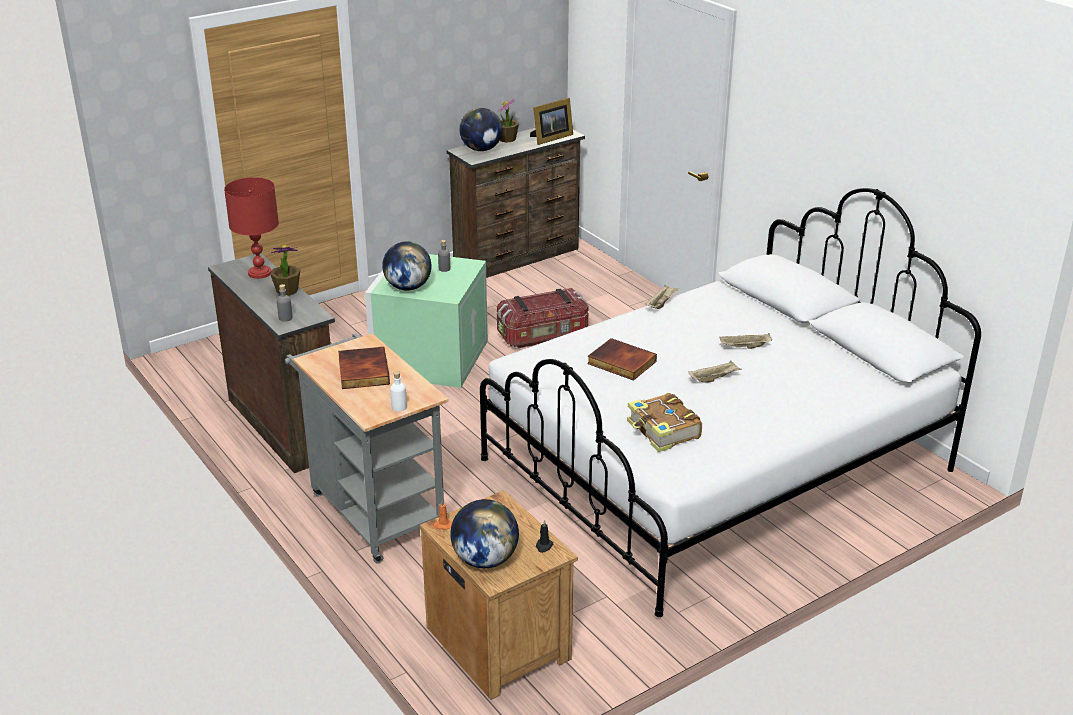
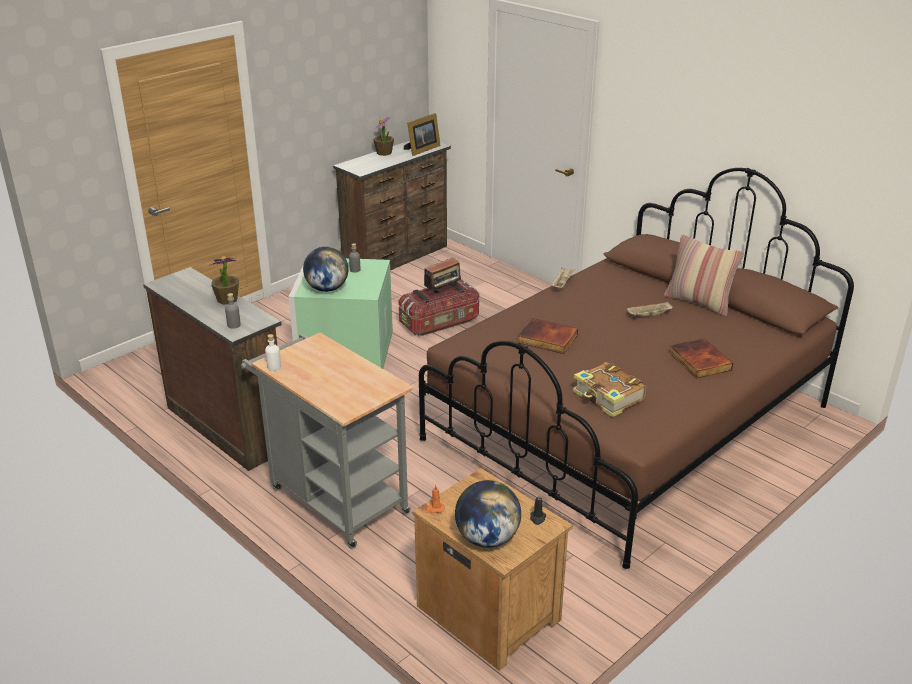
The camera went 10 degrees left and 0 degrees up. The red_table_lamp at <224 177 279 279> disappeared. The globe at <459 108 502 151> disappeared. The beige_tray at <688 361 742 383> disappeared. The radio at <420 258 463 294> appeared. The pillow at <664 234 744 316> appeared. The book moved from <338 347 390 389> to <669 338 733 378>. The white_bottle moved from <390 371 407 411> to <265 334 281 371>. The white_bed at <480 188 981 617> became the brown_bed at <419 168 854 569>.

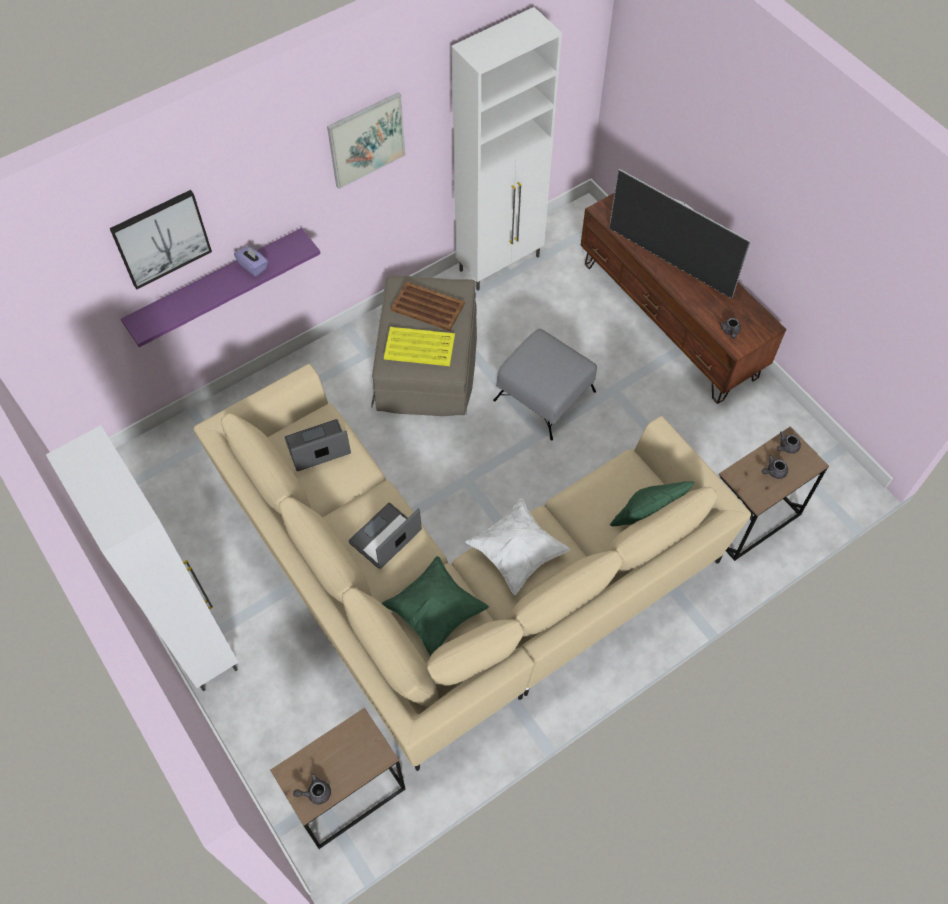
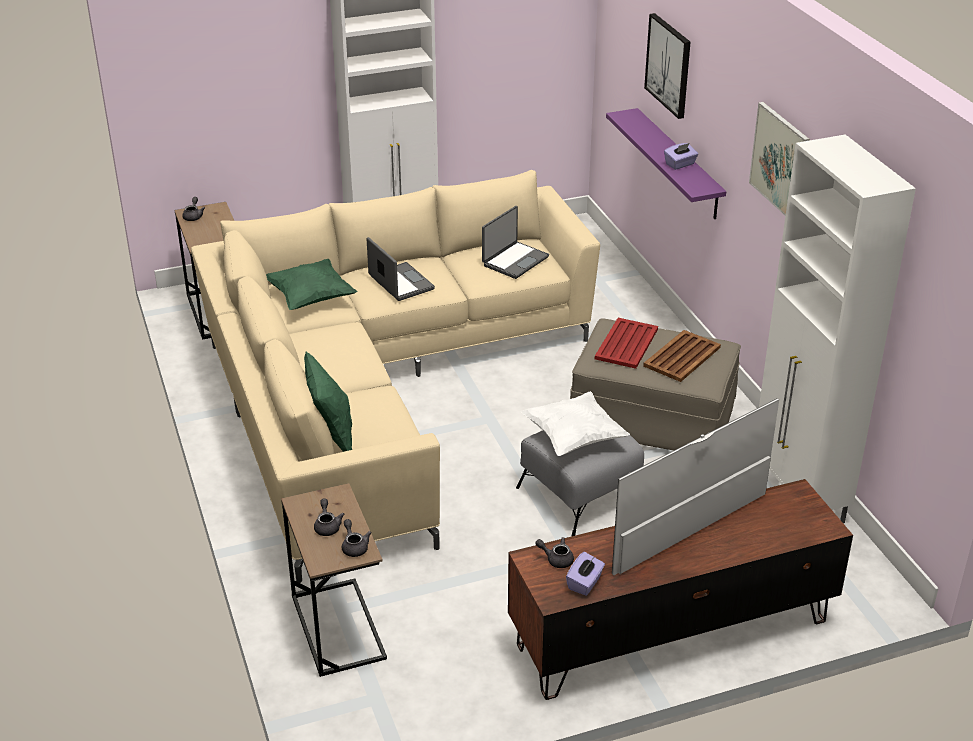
The camera went 105 degrees right and 25 degrees down. The purple_tissue_box at <566 552 605 596> appeared. The white_pillow moved from <466 499 570 595> to <520 391 630 456>. The yellow_tray at <384 327 455 366> became the red_tray at <595 318 658 369>. The laptop at <284 419 351 471> turned 45 degrees clockwise.

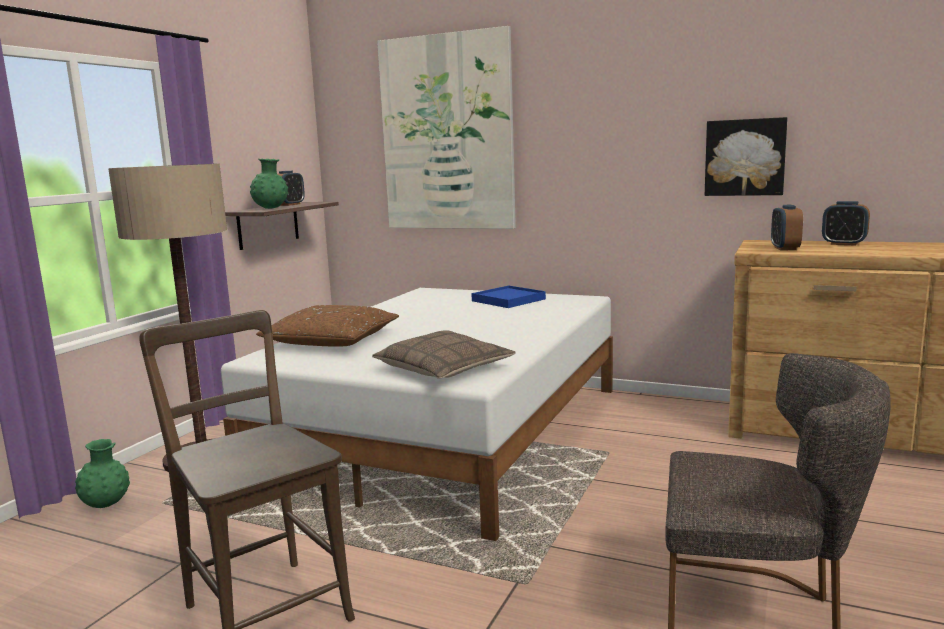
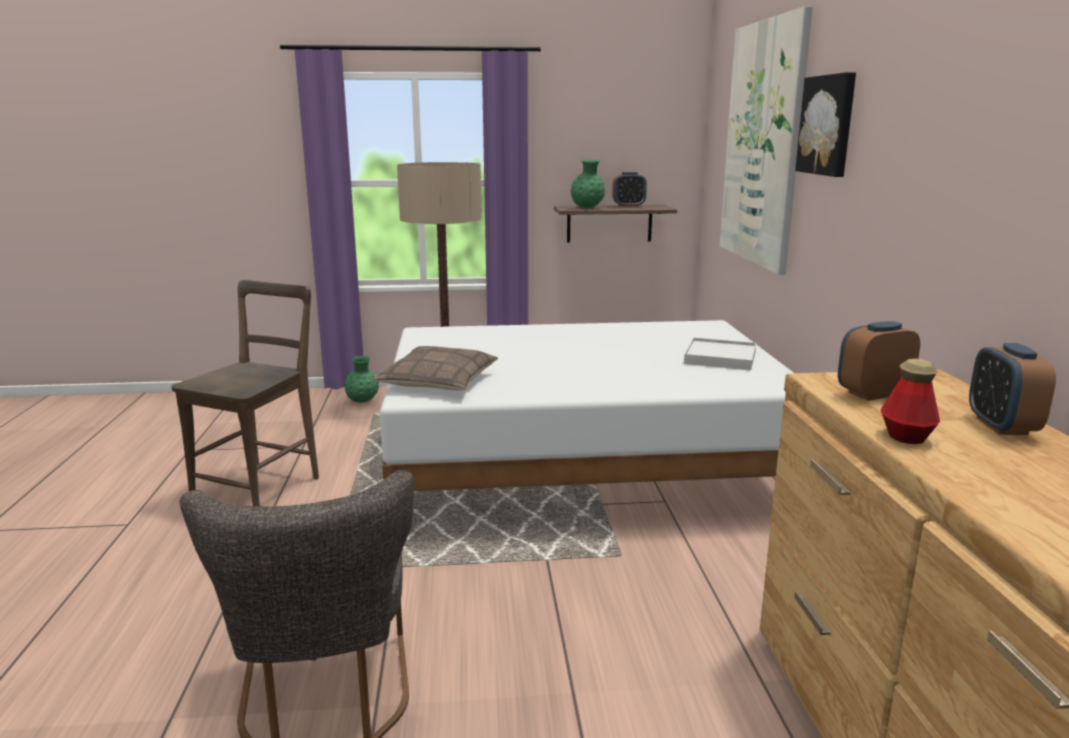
The camera went 60 degrees right and 5 degrees up. The brown_pillow at <256 305 399 347> disappeared. The bottle at <881 359 940 444> appeared. The picture moved from <705 117 787 196> to <795 72 856 177>. The blue_tray at <471 286 546 308> became the white_tray at <684 338 756 370>.

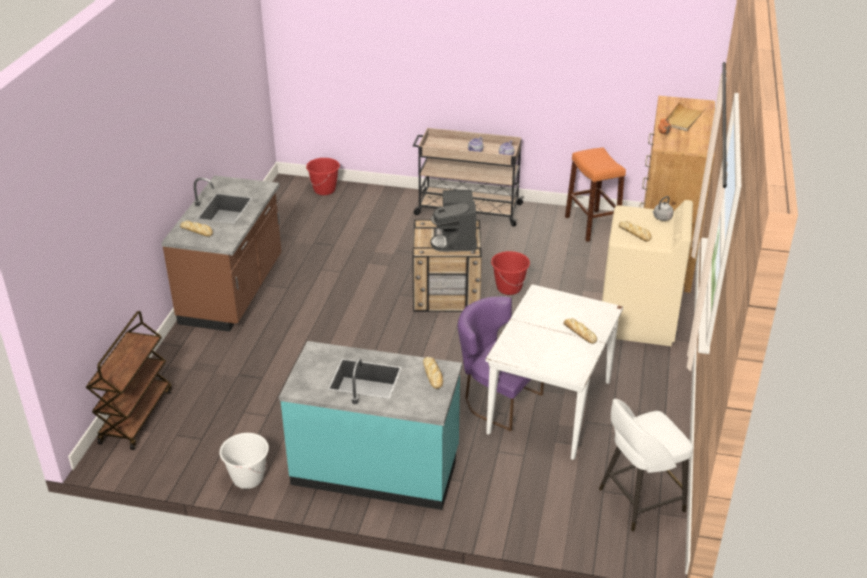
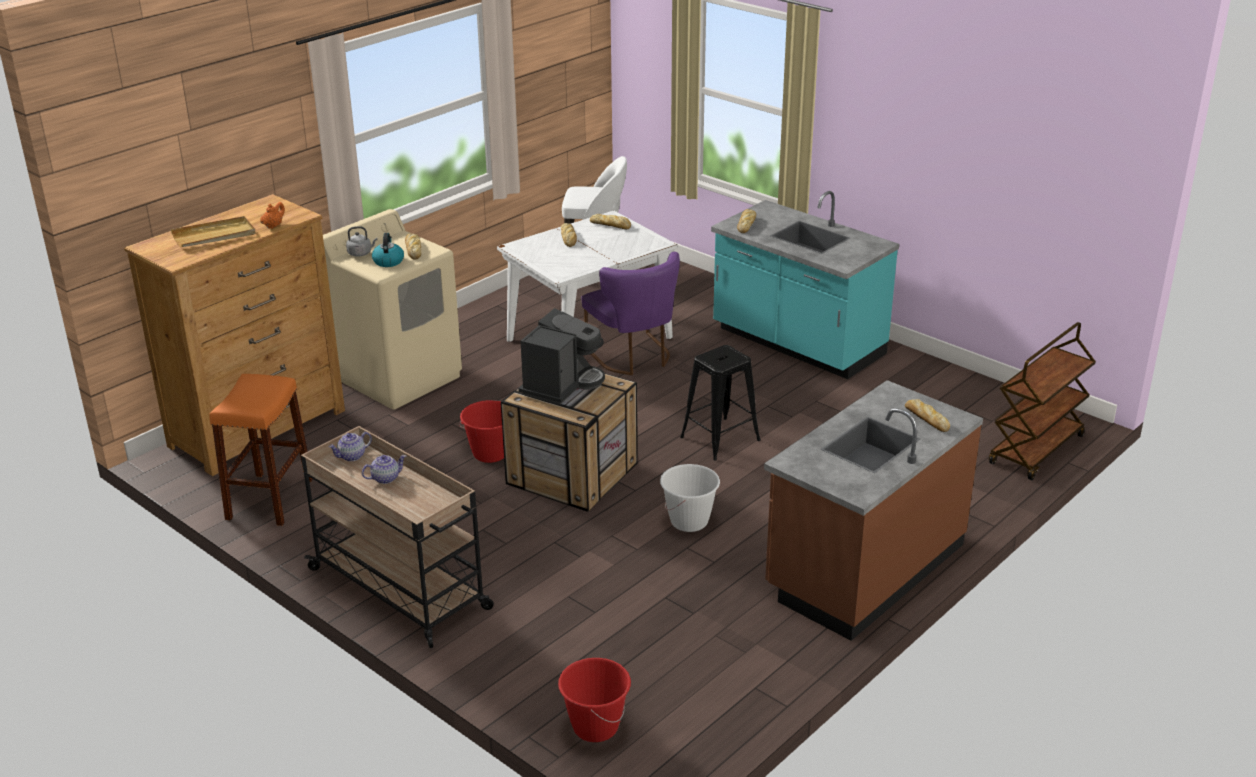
The camera went 150 degrees left and 5 degrees down. The kettle at <372 233 404 267> appeared. The bread at <590 214 631 229> appeared. The black_stool at <680 345 761 460> appeared. The white_bucket moved from <220 433 269 489> to <660 464 720 532>.

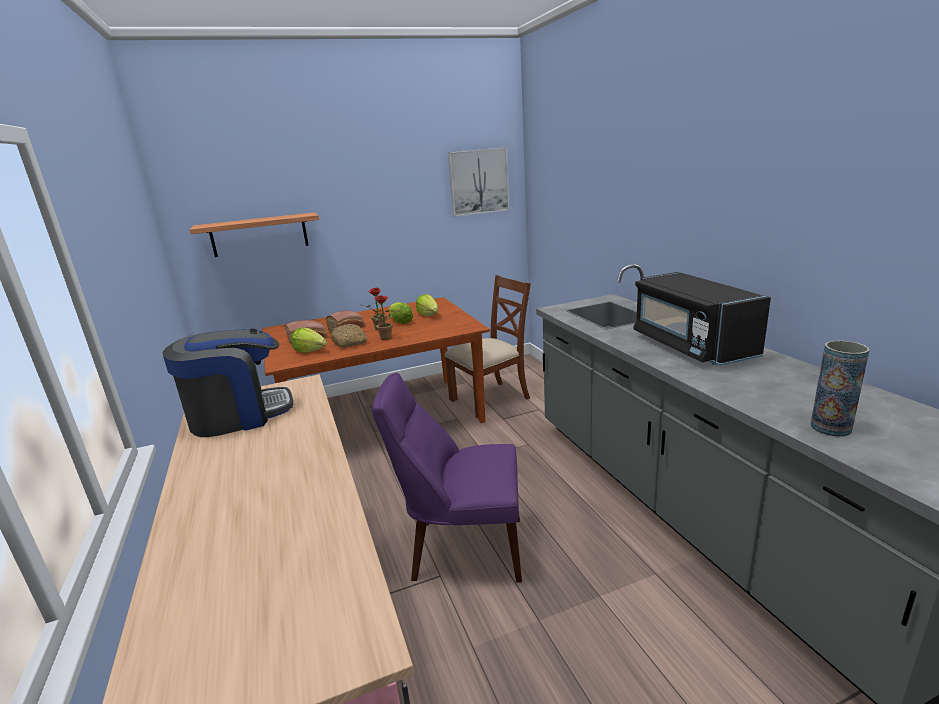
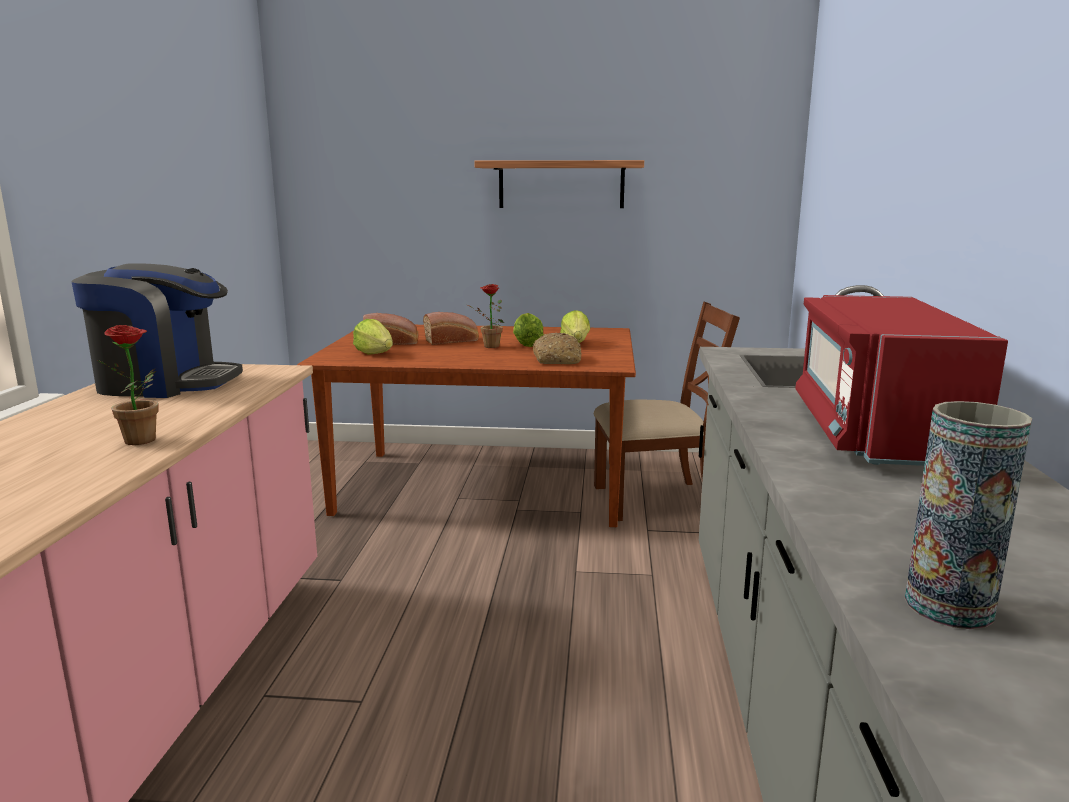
The camera went 25 degrees right and 5 degrees down. The purple_chair at <372 373 522 583> disappeared. The picture at <448 147 510 217> disappeared. The shelf moved from <190 212 319 257> to <474 160 644 208>. The bread moved from <331 324 367 348> to <533 332 582 364>. The potted_plant moved from <373 295 399 340> to <97 325 159 445>. The black_microwave at <633 272 771 366> became the red_microwave at <795 295 1008 466>.

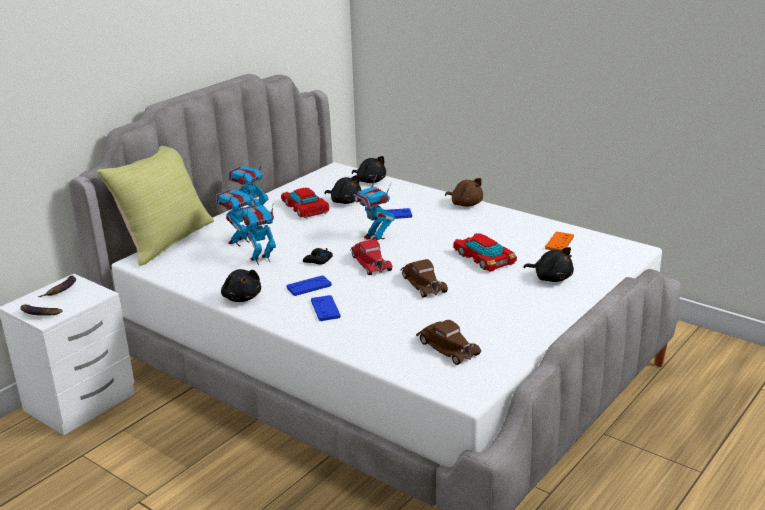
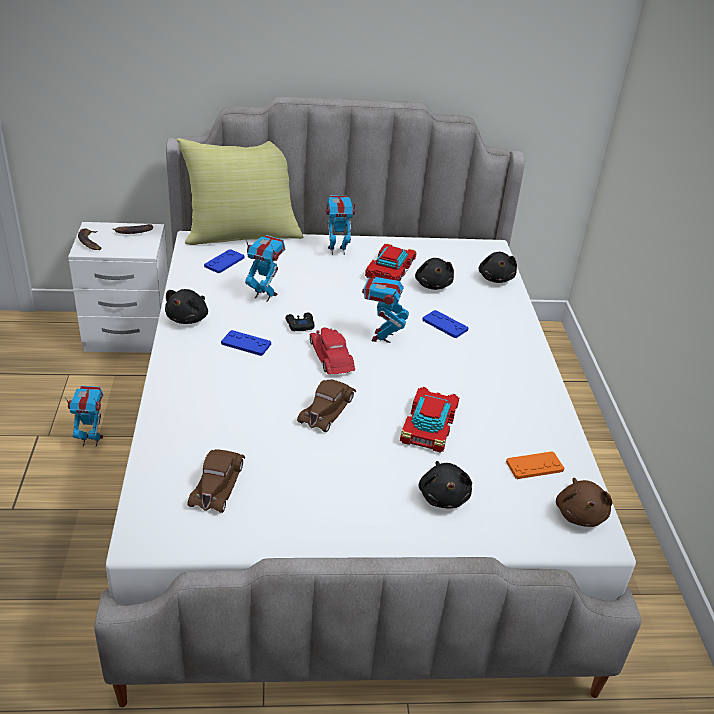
The camera went 45 degrees right and 10 degrees up. The toy_robot moved from <216 185 252 247> to <65 386 104 447>. The blue_game_controller moved from <311 295 341 321> to <204 249 244 273>. The brown_plush_toy moved from <445 178 483 207> to <556 478 612 527>. The red_toy_car at <350 239 393 275> turned 135 degrees clockwise.

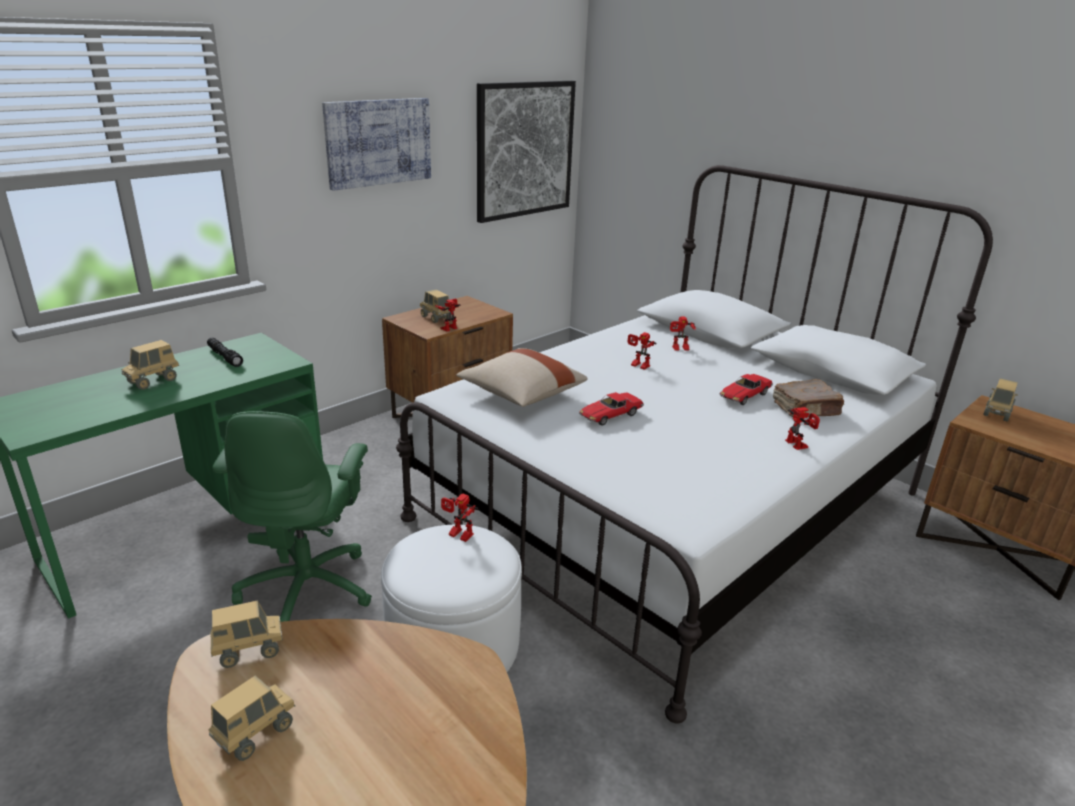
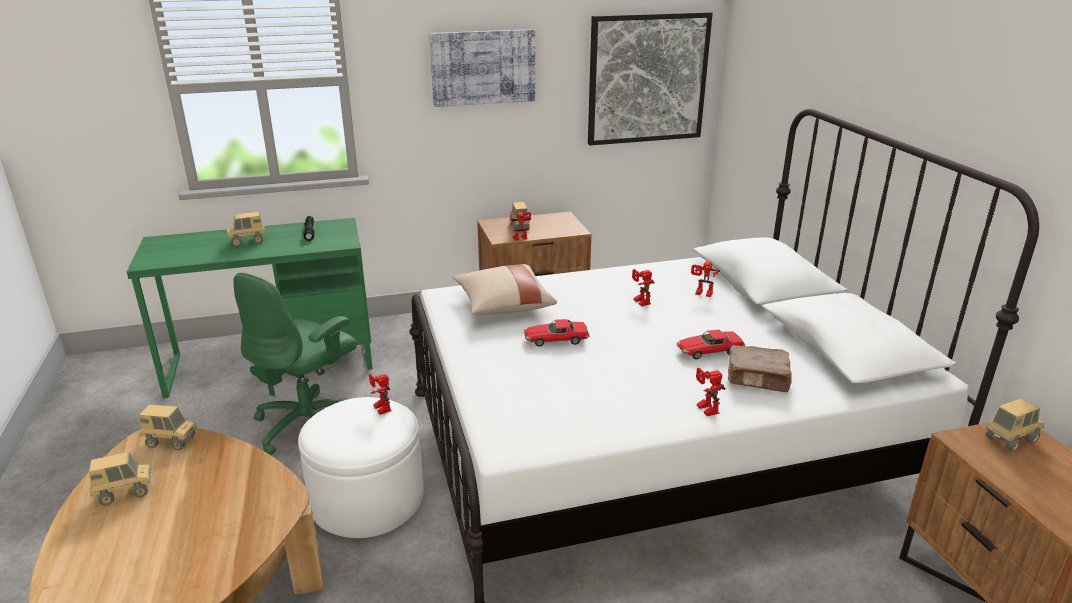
The camera went 30 degrees right and 0 degrees up. The toy_robot at <785 407 820 450> turned 150 degrees clockwise.

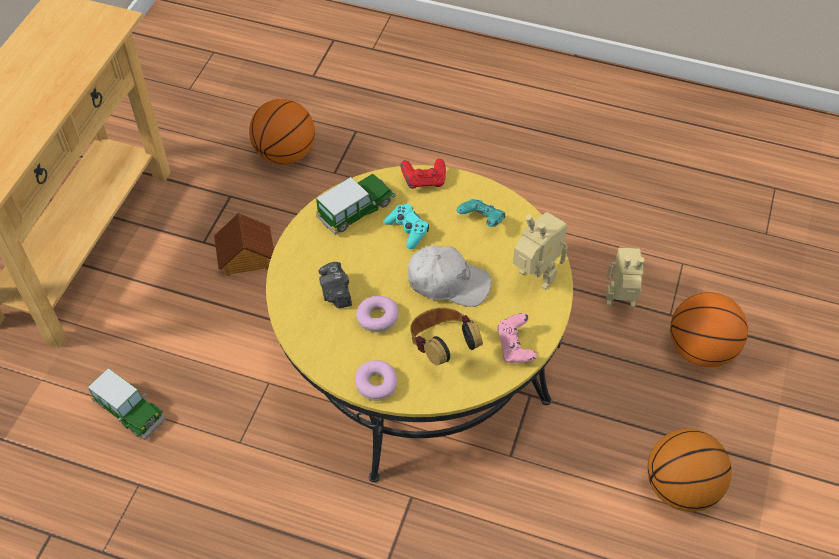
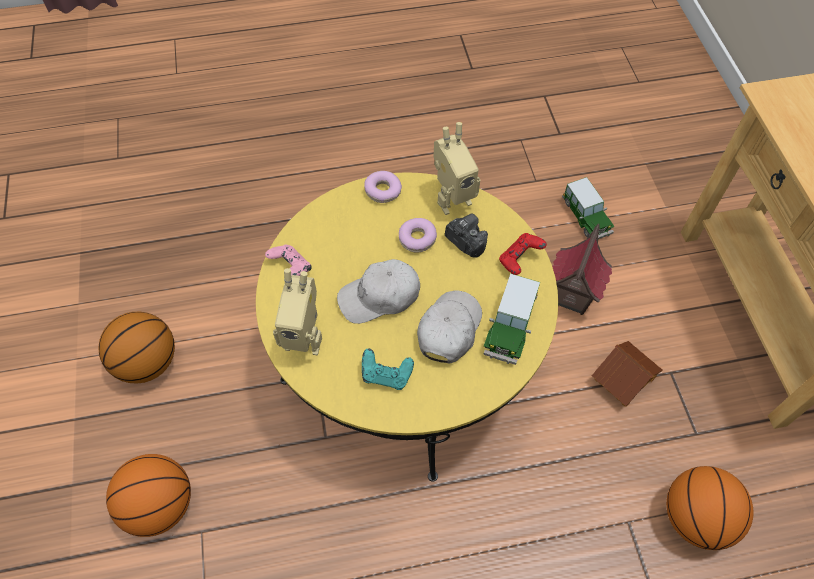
The camera went 150 degrees right and 5 degrees up. The headphones at <410 308 483 366> disappeared. The toy_house at <552 223 612 315> appeared. The red_game_controller moved from <400 159 446 189> to <499 233 547 275>. The toy_robot moved from <606 248 644 307> to <433 122 480 215>. The turquoise_game_controller at <384 204 429 249> was replaced by the white_cap at <417 291 482 364>. The toy_car at <88 368 166 440> turned 120 degrees counterclockwise.

